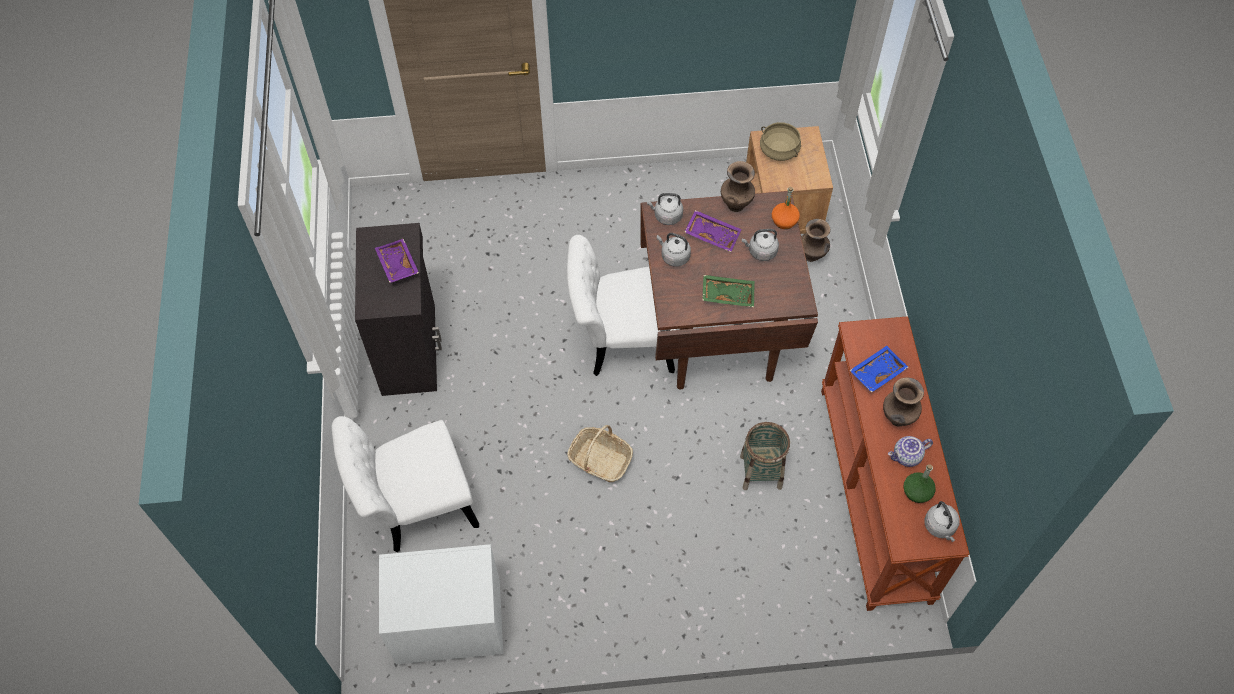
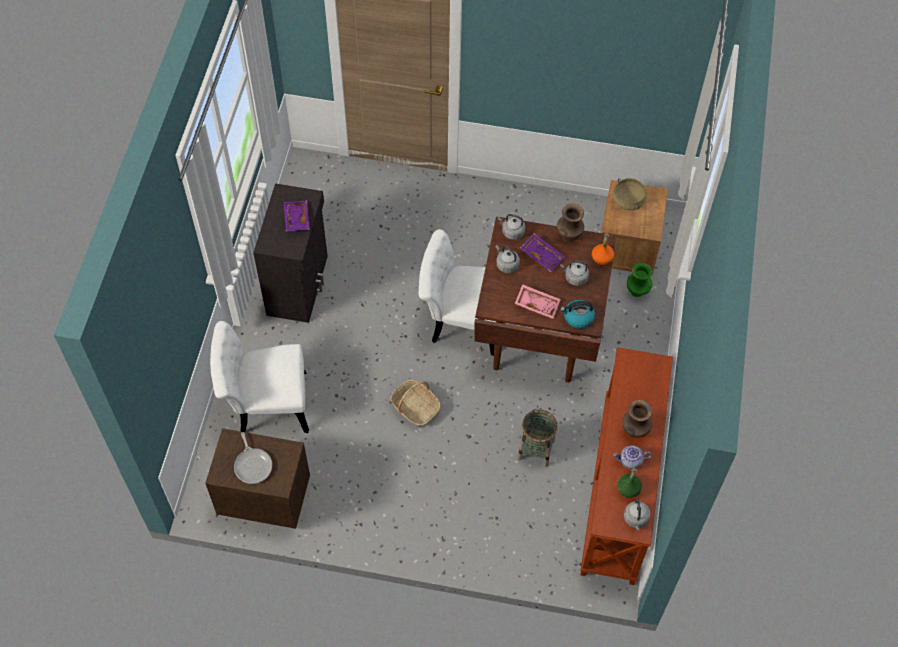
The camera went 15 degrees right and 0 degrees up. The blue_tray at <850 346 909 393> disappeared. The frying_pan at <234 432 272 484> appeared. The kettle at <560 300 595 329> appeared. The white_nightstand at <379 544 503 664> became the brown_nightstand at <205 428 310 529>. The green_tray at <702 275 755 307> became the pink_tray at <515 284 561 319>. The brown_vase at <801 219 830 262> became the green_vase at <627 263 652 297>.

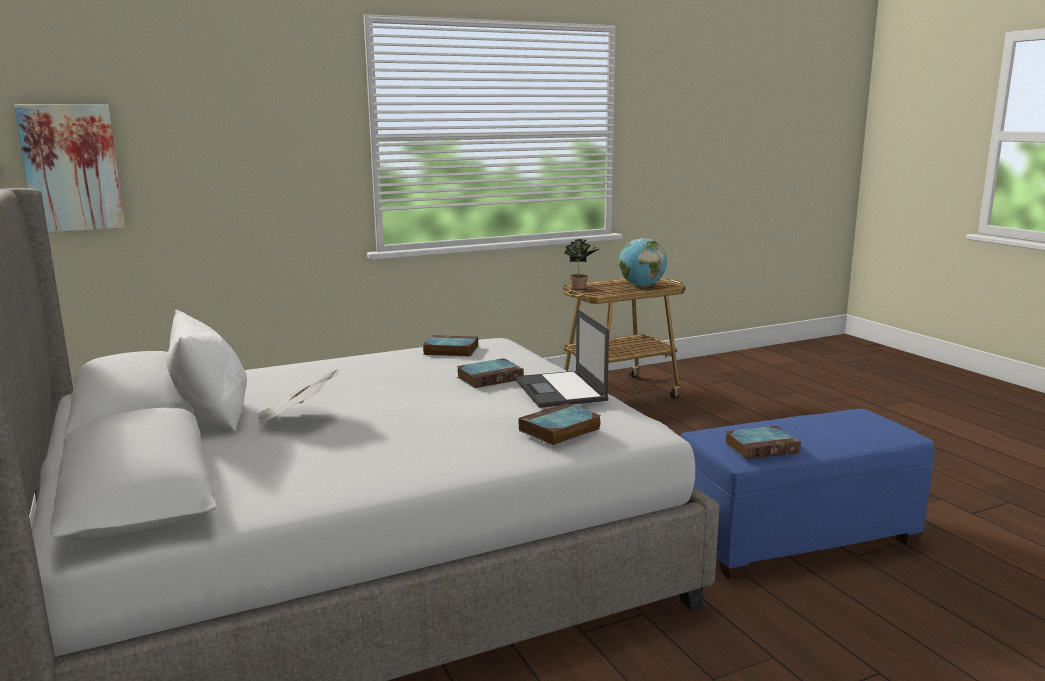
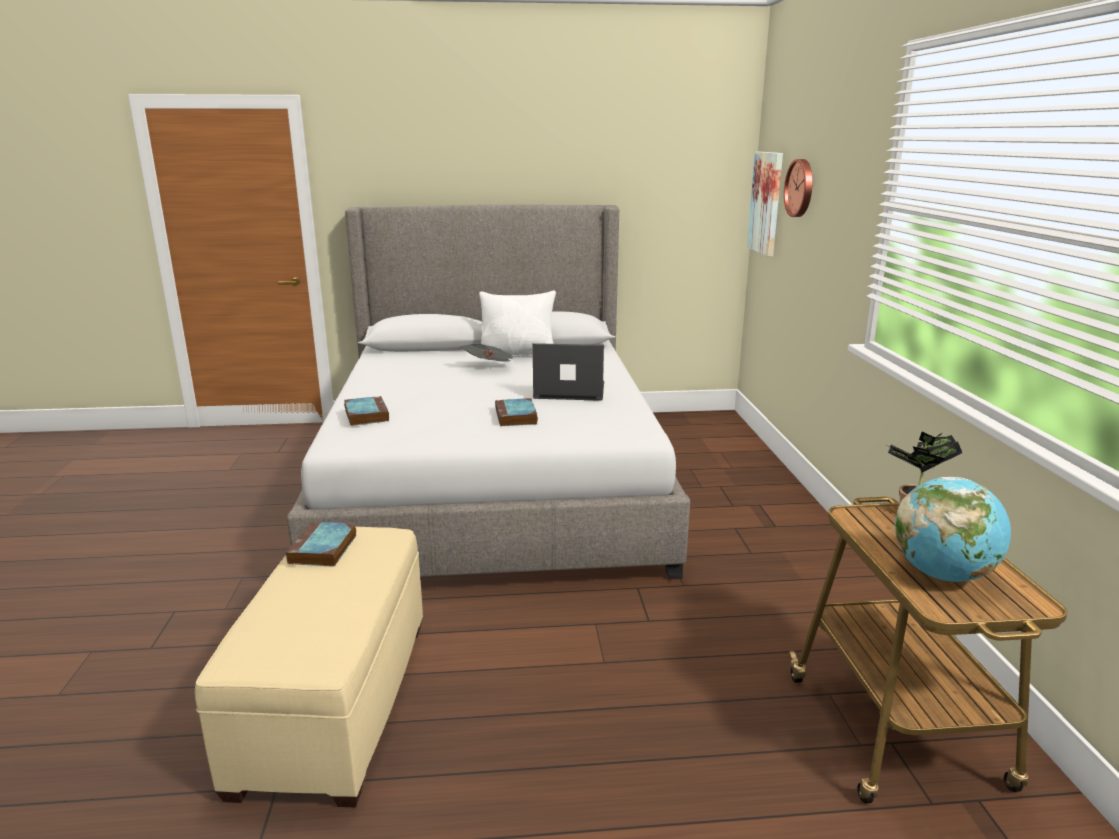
The camera went 110 degrees right and 5 degrees up. The book at <422 335 478 357> disappeared. The wall_clock at <784 159 813 217> appeared. The laptop moved from <515 309 609 408> to <533 343 604 401>. The blue_ottoman at <681 409 934 580> became the beige_ottoman at <195 527 423 808>.

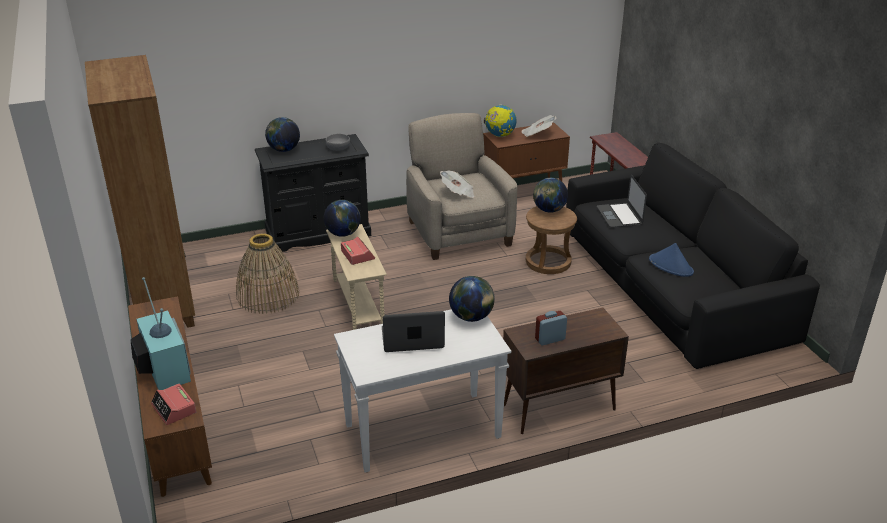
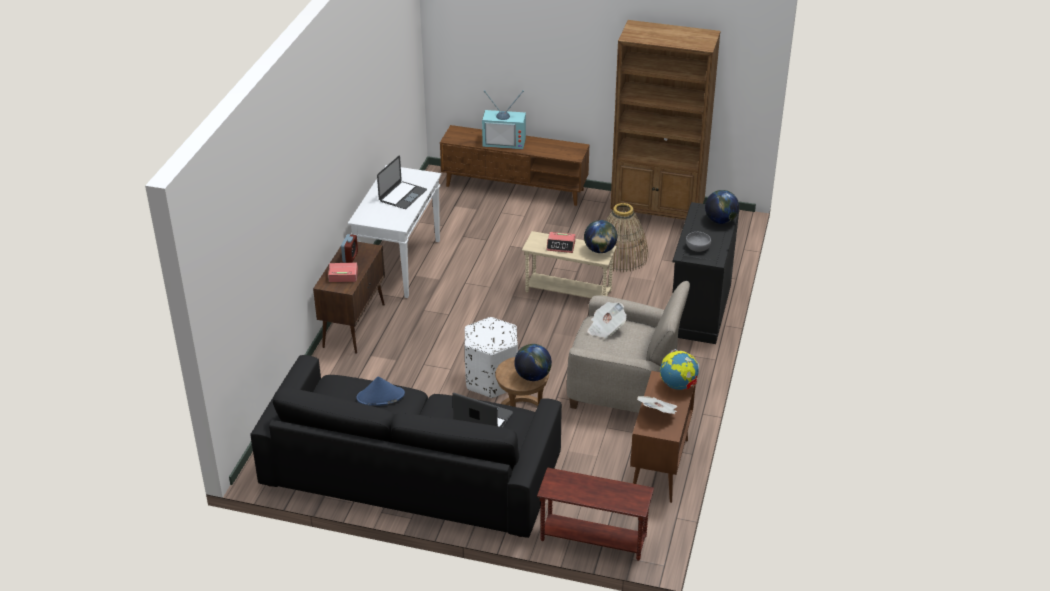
The camera went 125 degrees right and 5 degrees up. The globe at <449 276 495 322> disappeared. The white_ottoman at <465 317 518 398> appeared. The alarm_clock moved from <151 384 196 425> to <328 263 358 282>.

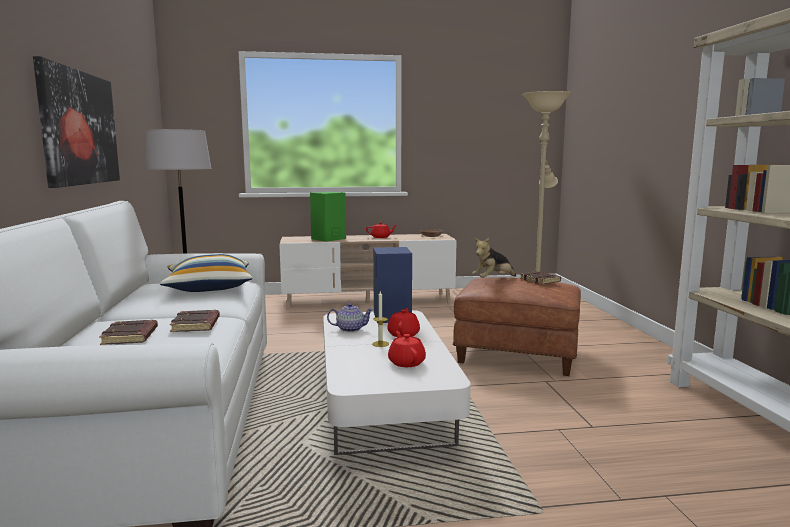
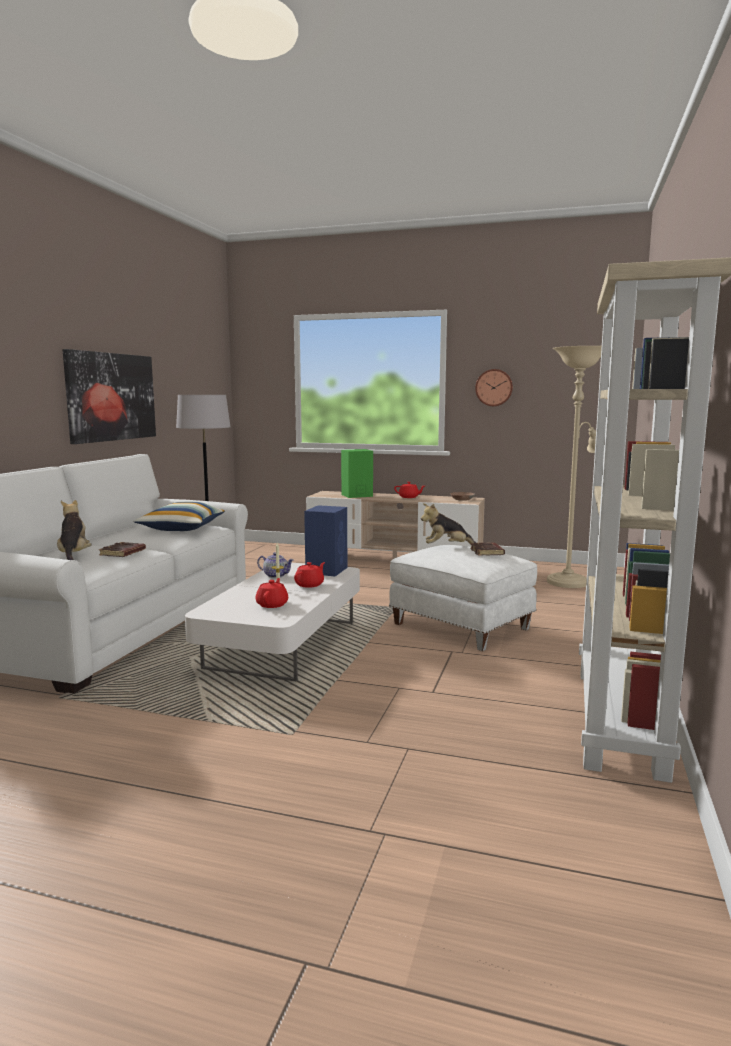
The camera went 25 degrees right and 0 degrees up. The wall_clock at <475 369 513 406> appeared. The brown_book at <99 320 158 345> was replaced by the plush_toy at <57 500 92 560>. The brown_ottoman at <453 277 581 376> became the white_ottoman at <389 545 537 651>.

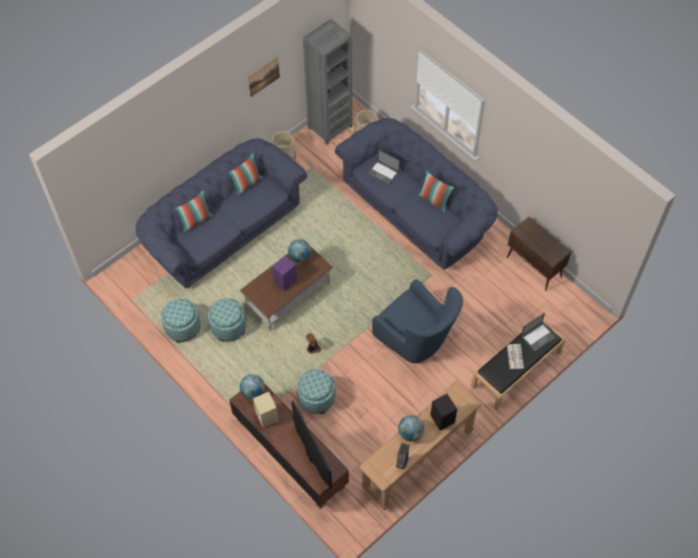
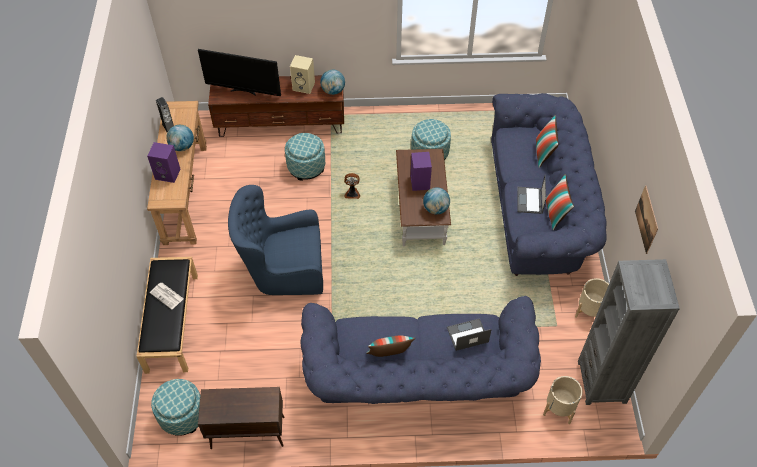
The camera went 130 degrees right and 5 degrees down. The ottoman moved from <161 299 201 343> to <151 379 200 436>. The laptop moved from <521 313 556 352> to <517 176 546 214>. The black_speaker at <430 394 457 431> became the purple_speaker at <147 142 180 183>.

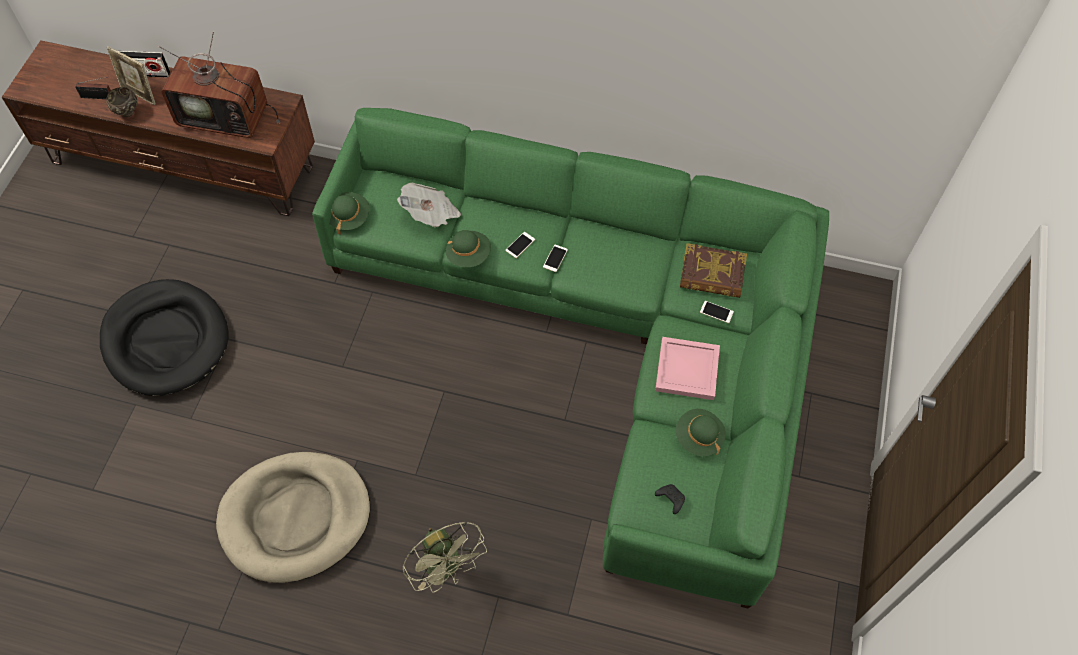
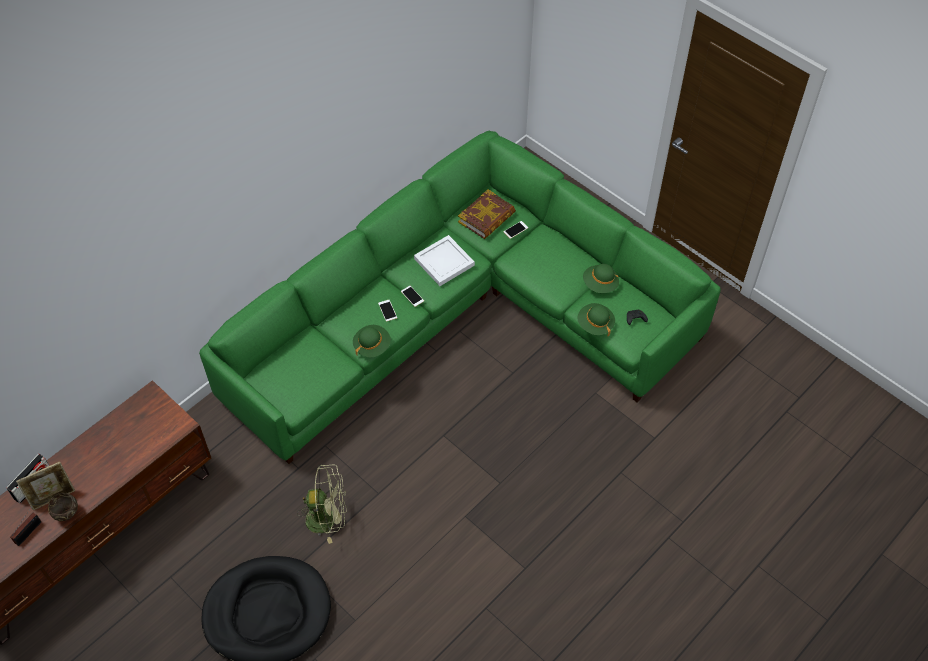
The camera went 60 degrees left and 5 degrees down. The television at <159 31 280 138> disappeared. The beige_dog_bed at <216 452 370 583> disappeared. The newspaper at <397 183 461 227> disappeared. The pink_tray at <655 337 720 400> disappeared. The white_tray at <414 235 475 286> appeared. The green_hat moved from <329 192 369 235> to <577 303 615 337>. The green_fan moved from <402 521 487 592> to <297 465 347 544>.

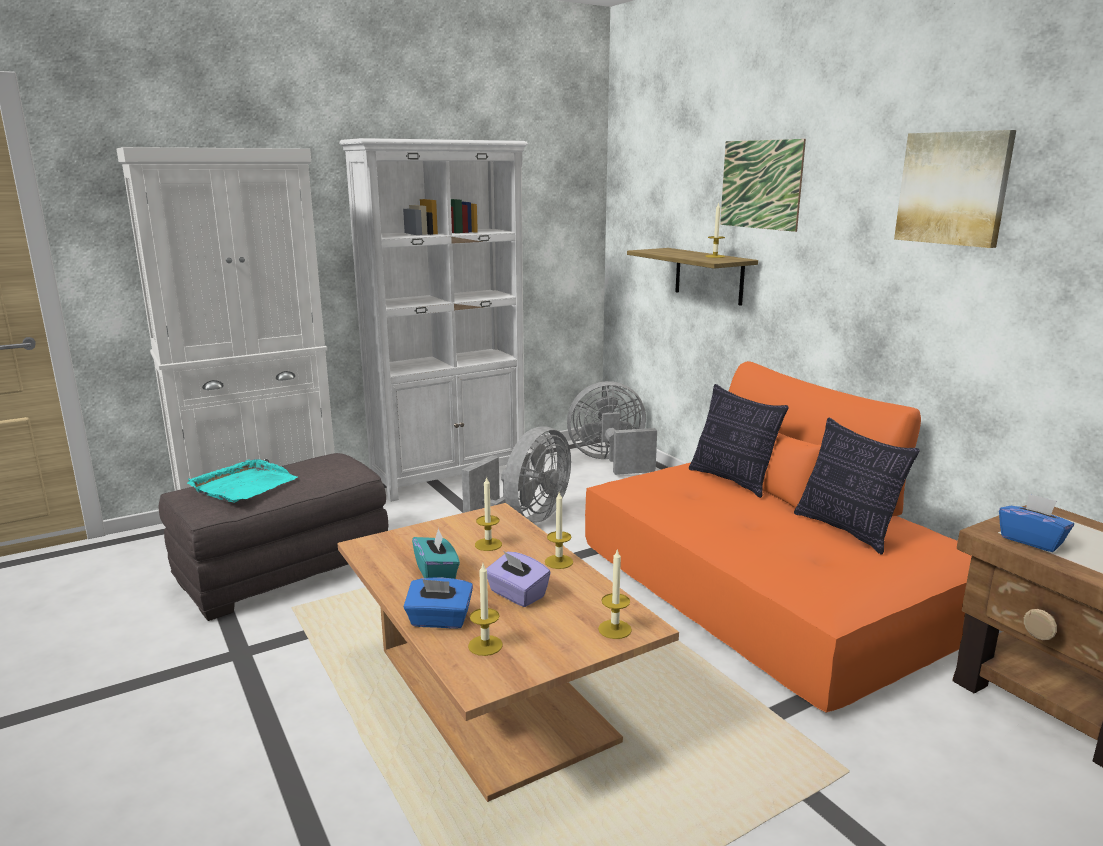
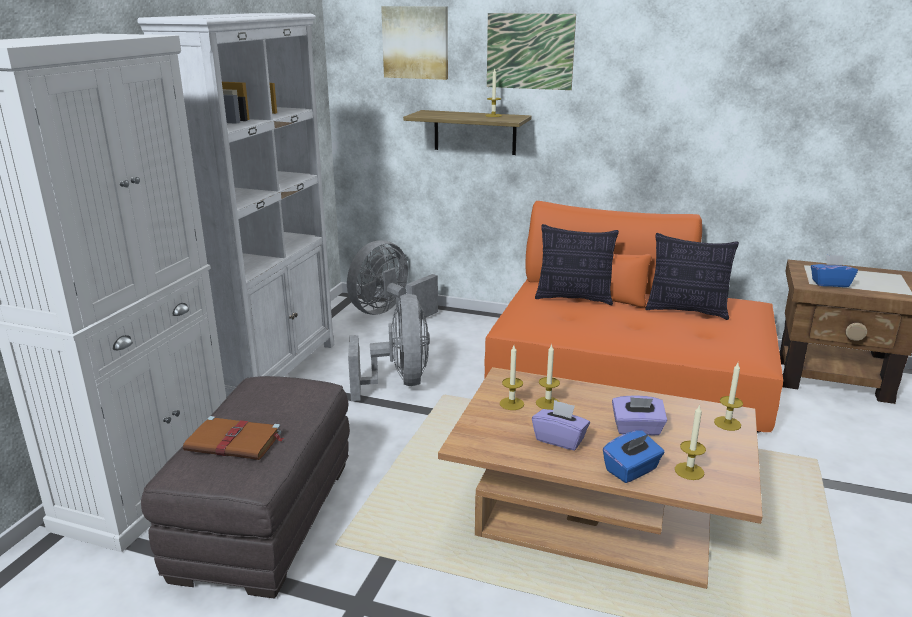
The camera went 40 degrees left and 5 degrees up. The candle moved from <545 492 573 569> to <500 345 524 410>. The picture moved from <894 130 1016 248> to <381 6 448 80>. The turquoise_tray at <187 459 298 503> was replaced by the brown_book at <183 416 284 460>. The turquoise_tissue_box at <412 528 460 579> became the purple_tissue_box at <532 400 590 451>.

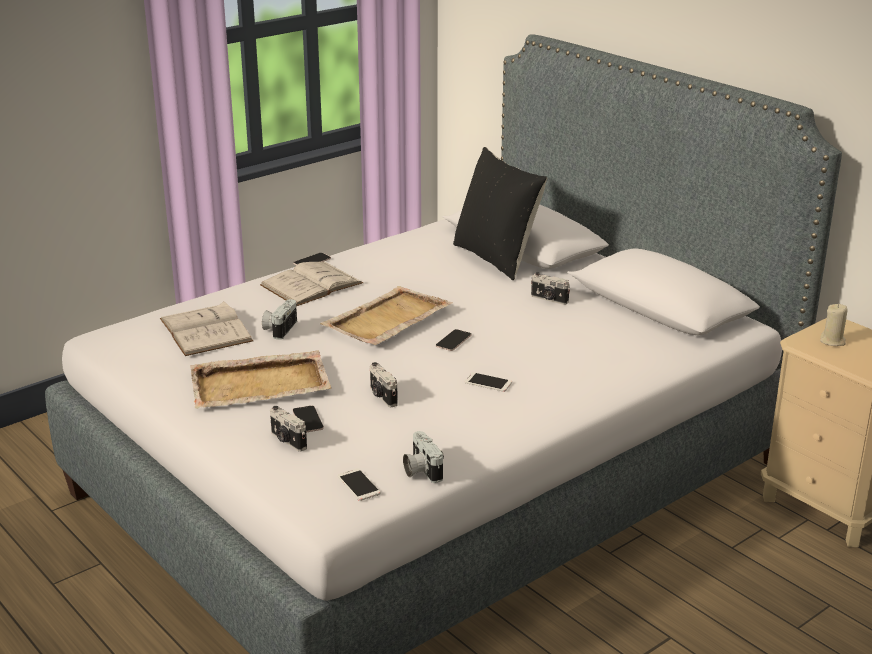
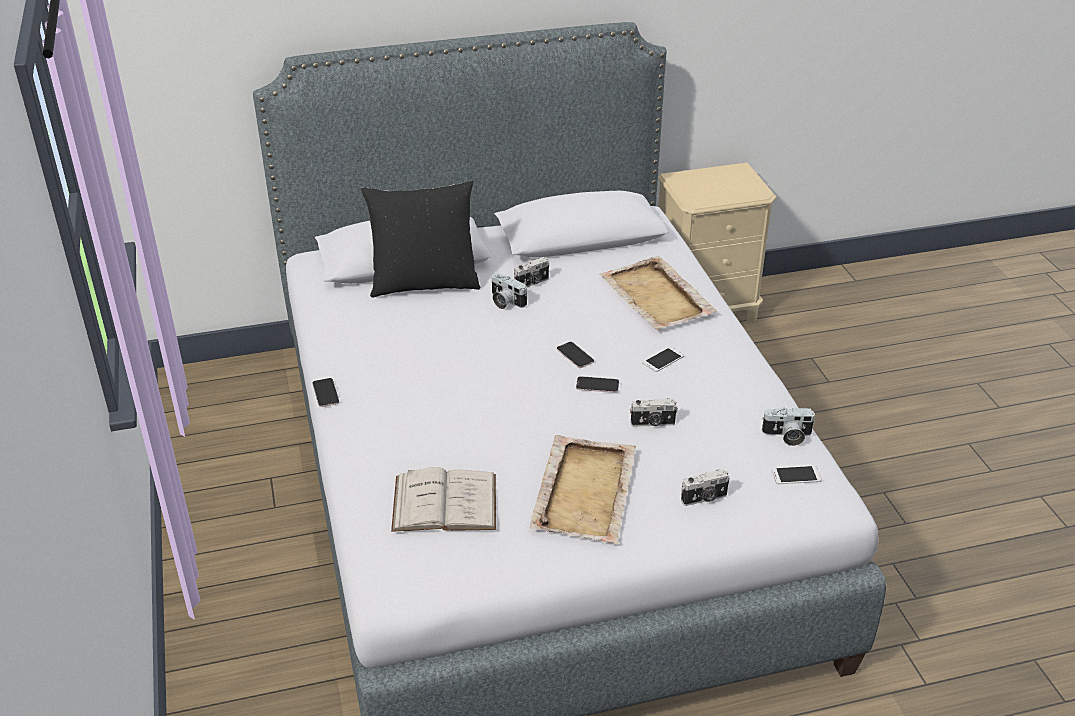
The camera went 65 degrees left and 10 degrees up. The white_book at <260 262 363 306> disappeared. The beige_candle at <820 304 848 346> disappeared. The photo_camera moved from <262 299 297 340> to <492 273 527 309>. The phone moved from <293 405 324 432> to <576 376 619 393>. The beige_tray moved from <320 286 453 345> to <599 256 717 330>.

